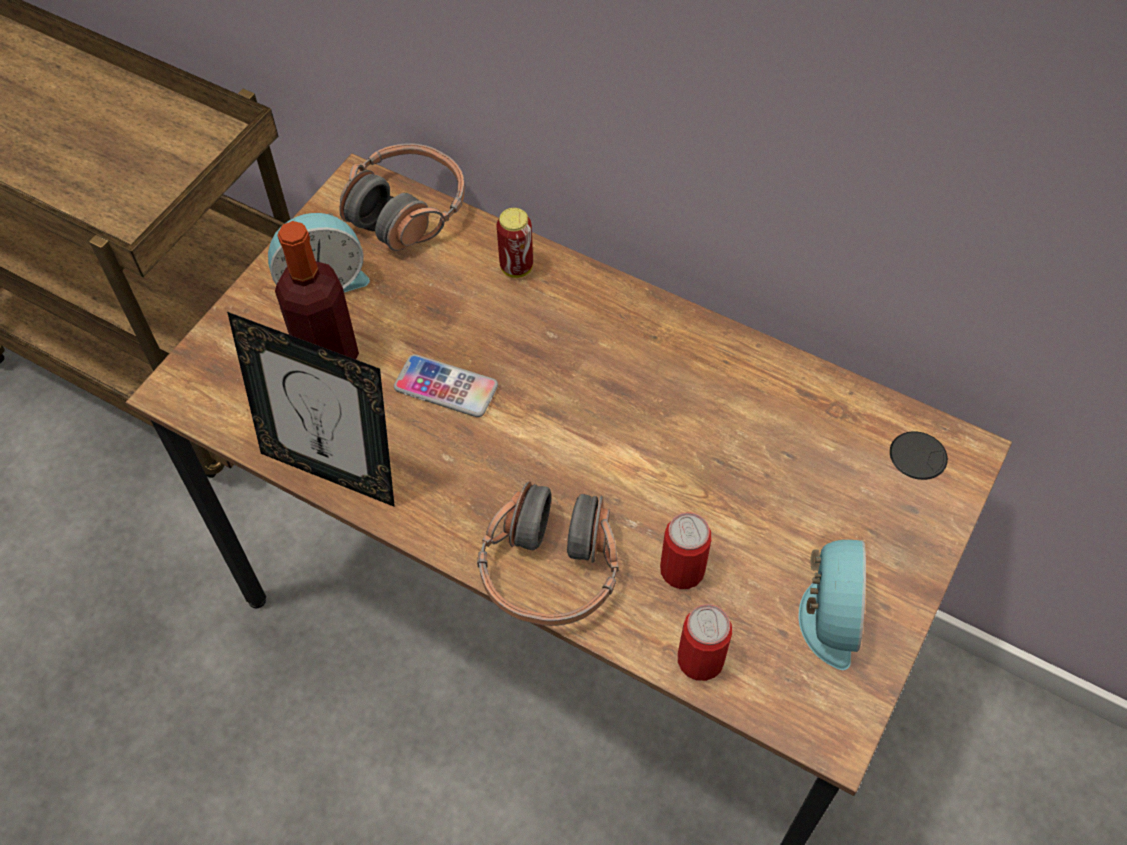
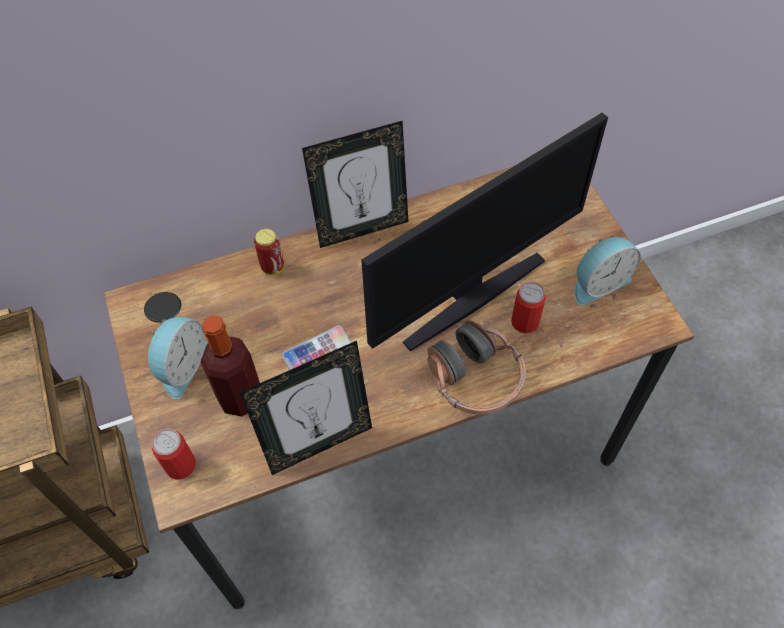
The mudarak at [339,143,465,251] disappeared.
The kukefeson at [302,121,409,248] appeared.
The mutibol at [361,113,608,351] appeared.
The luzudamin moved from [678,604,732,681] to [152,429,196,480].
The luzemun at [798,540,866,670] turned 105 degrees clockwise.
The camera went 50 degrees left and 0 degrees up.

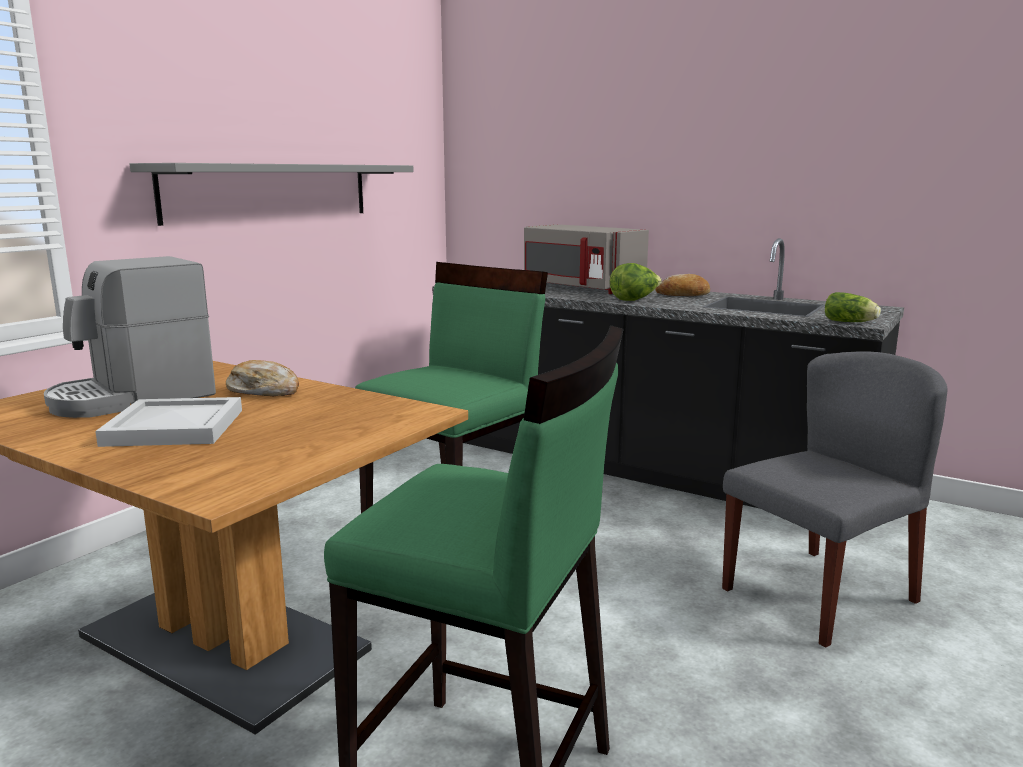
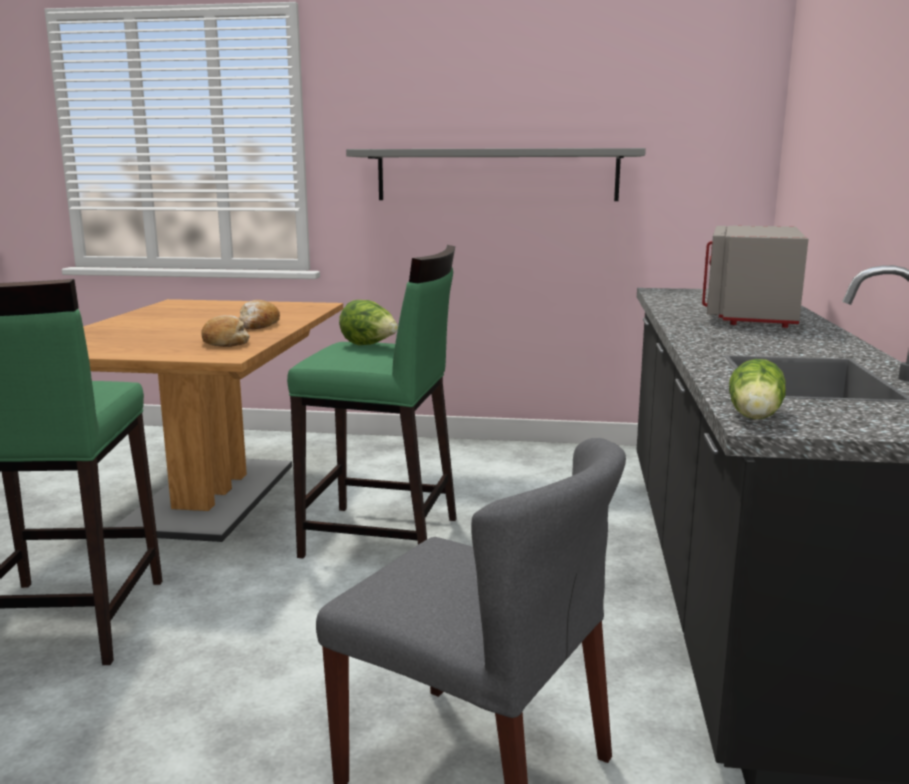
The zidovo at [44,256,216,418] disappeared.
The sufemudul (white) at [95,397,242,447] disappeared.
The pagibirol moved from [610,263,662,301] to [339,300,398,345].
The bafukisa moved from [655,274,710,296] to [201,315,250,347].
The camera went 65 degrees right and 0 degrees up.

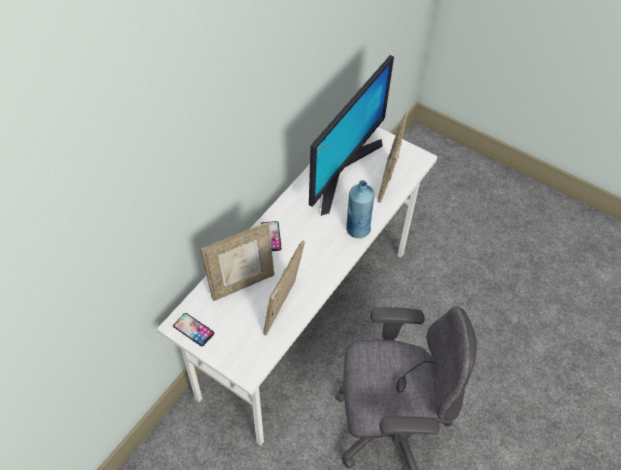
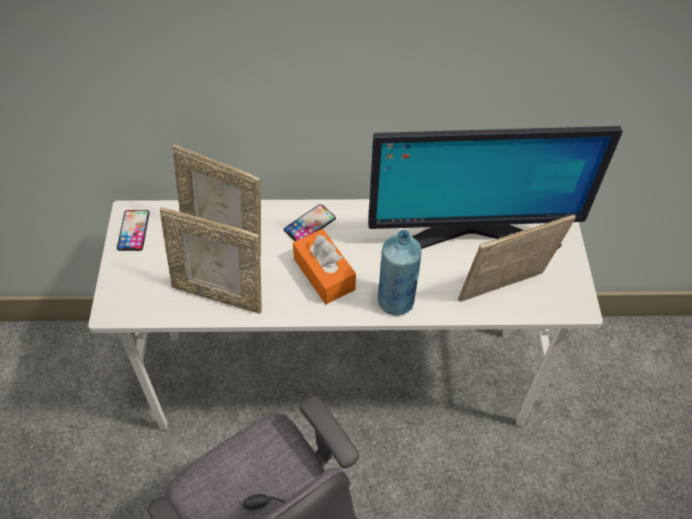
The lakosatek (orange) at [293,229,356,304] appeared.
The kukefeson at [263,241,305,335] turned 150 degrees counterclockwise.
The camera went 55 degrees right and 0 degrees up.

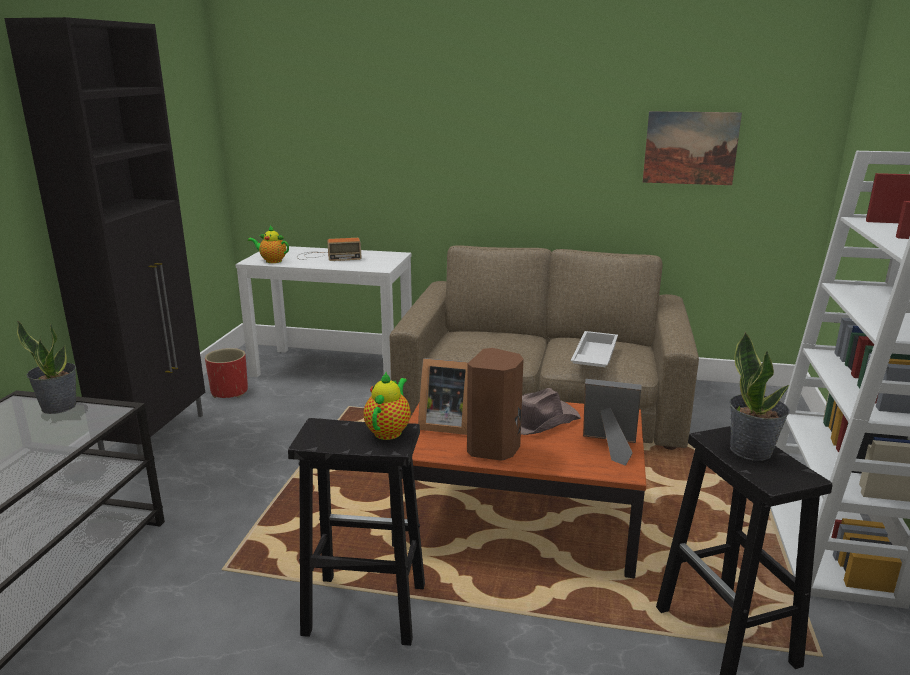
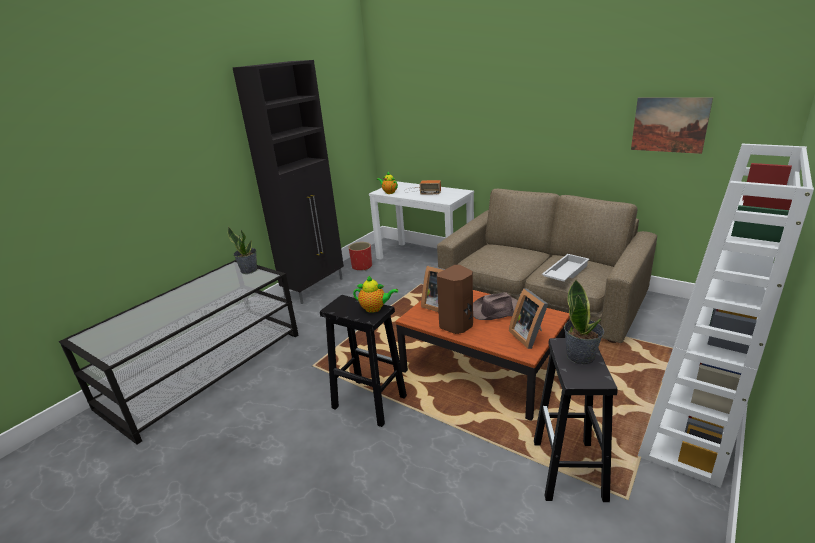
The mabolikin at [364,371,411,440] turned 60 degrees clockwise.
The kukefeson at [583,379,642,466] turned 150 degrees counterclockwise.
The camera went 25 degrees right and 5 degrees up.

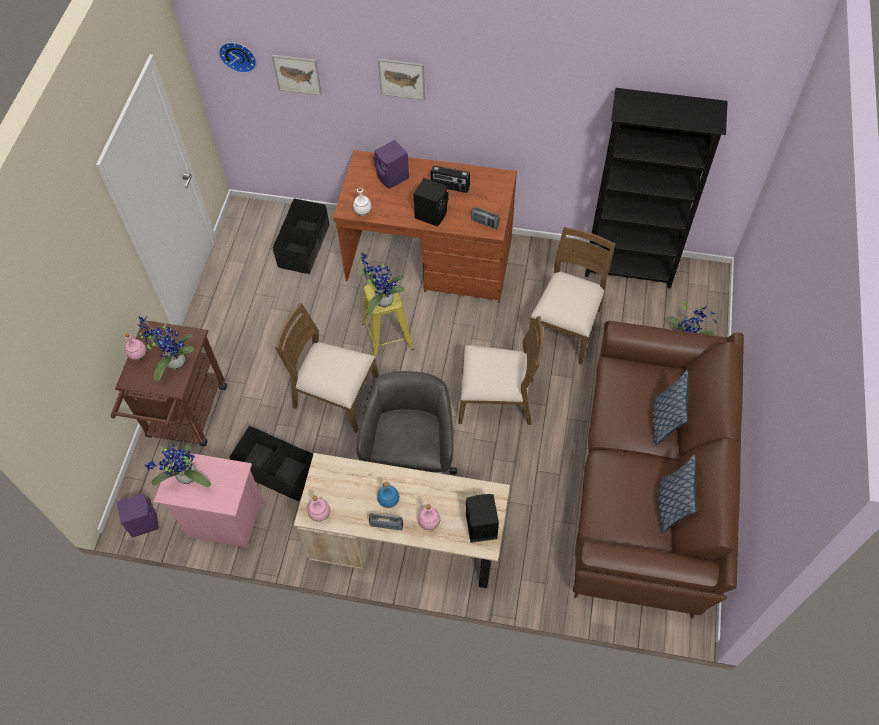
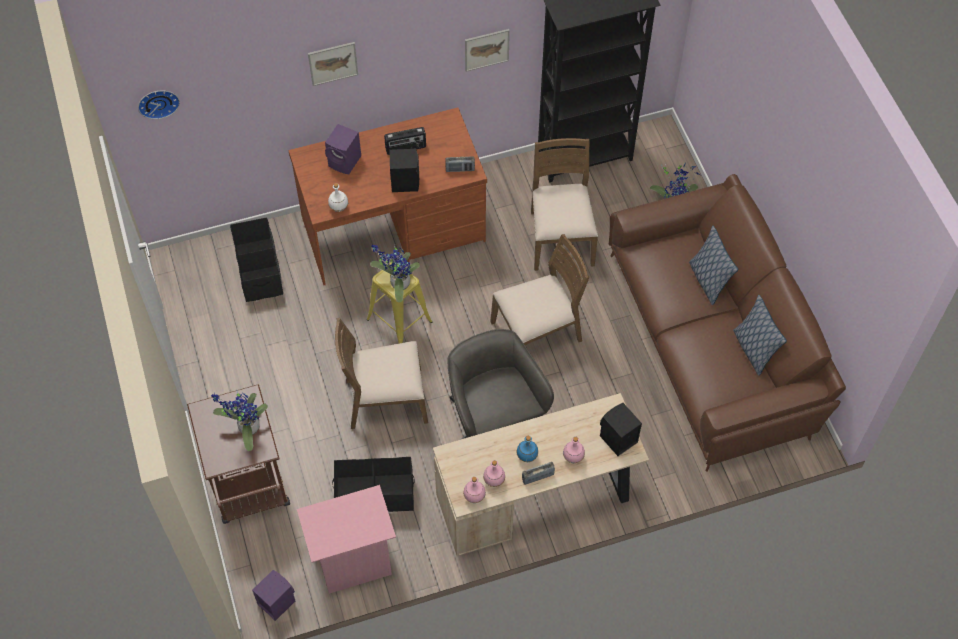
The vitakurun at [144,445,211,488] disappeared.
The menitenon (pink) moved from [124,333,147,360] to [483,460,505,487].
The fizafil moved from [272,55,322,95] to [465,29,510,72].
The camera went 30 degrees left and 0 degrees up.

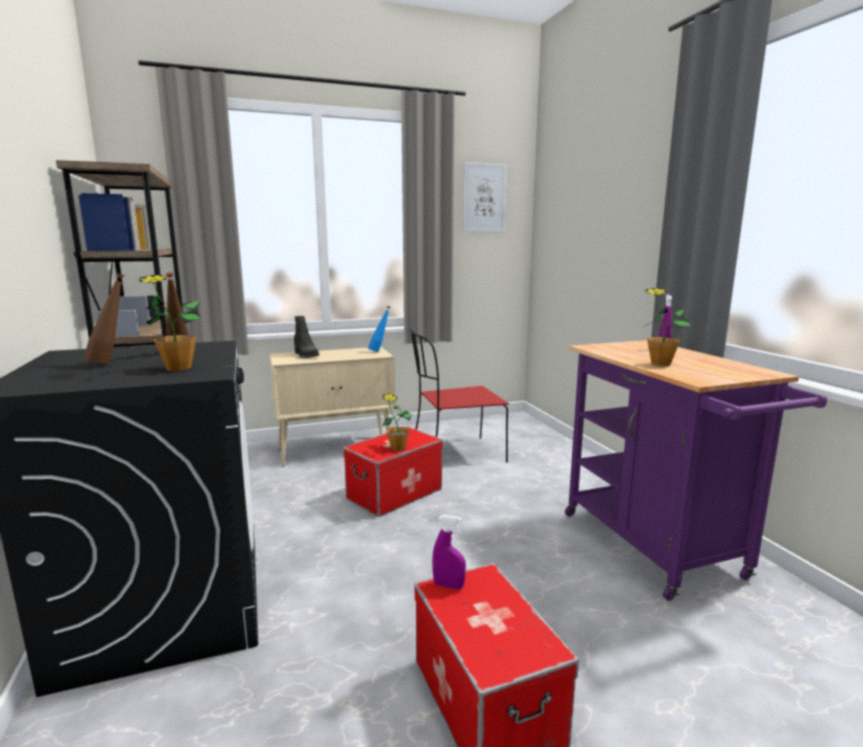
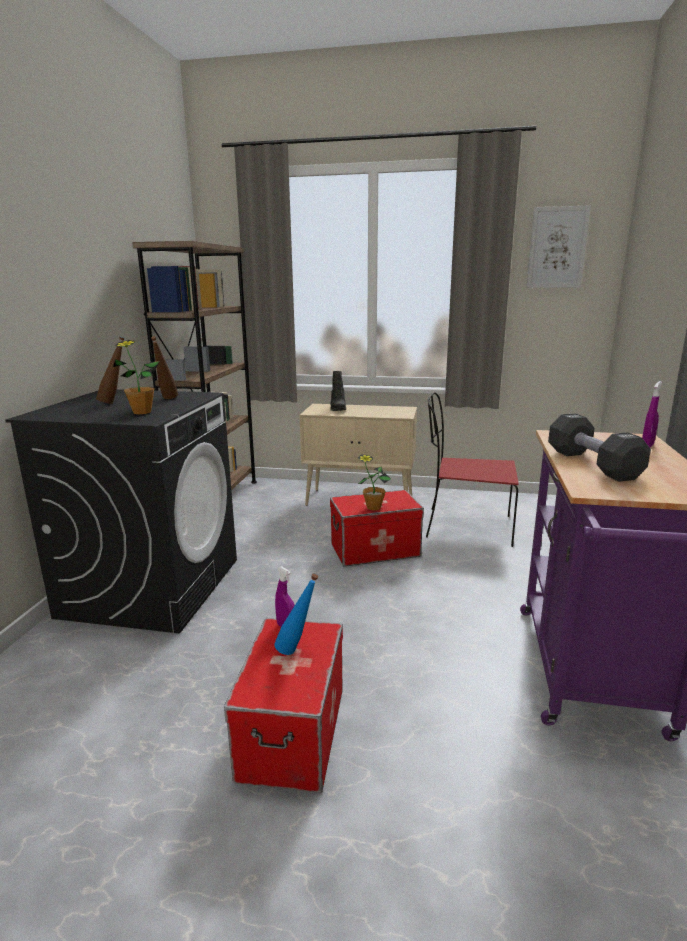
The menitenon (blue) moved from [368,306,390,352] to [274,574,318,655].
The vitakurun at [645,288,691,366] was replaced by the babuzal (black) at [548,413,651,482].
The camera went 30 degrees right and 5 degrees up.

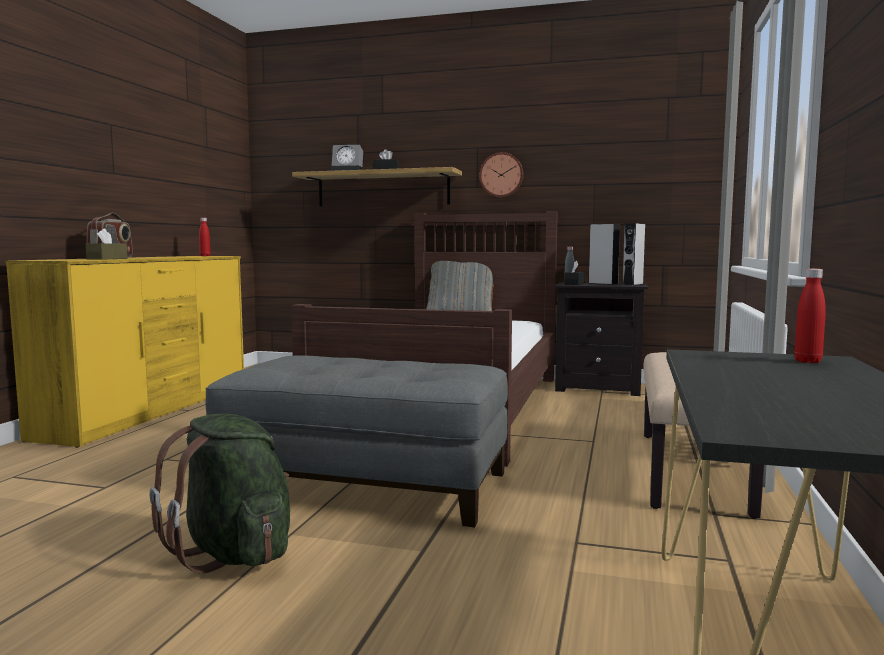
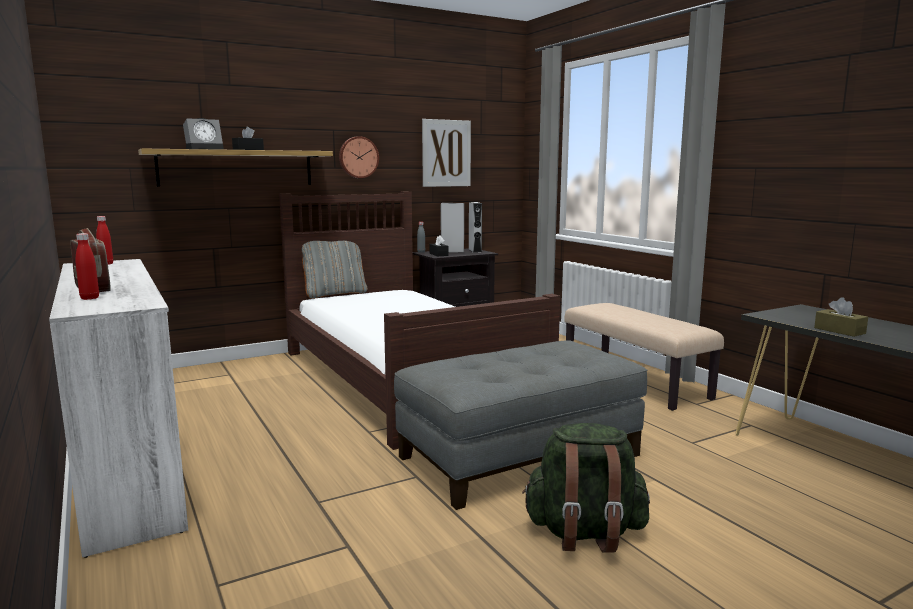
The fizafil at [422,119,471,187] appeared.
The lakosatek (brown) moved from [86,228,128,260] to [814,297,868,337].
The menitenon (red) moved from [794,269,826,363] to [76,233,99,300].
The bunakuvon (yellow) at [6,256,244,448] became the bunakuvon (white) at [49,259,188,558].
The camera went 45 degrees left and 5 degrees up.

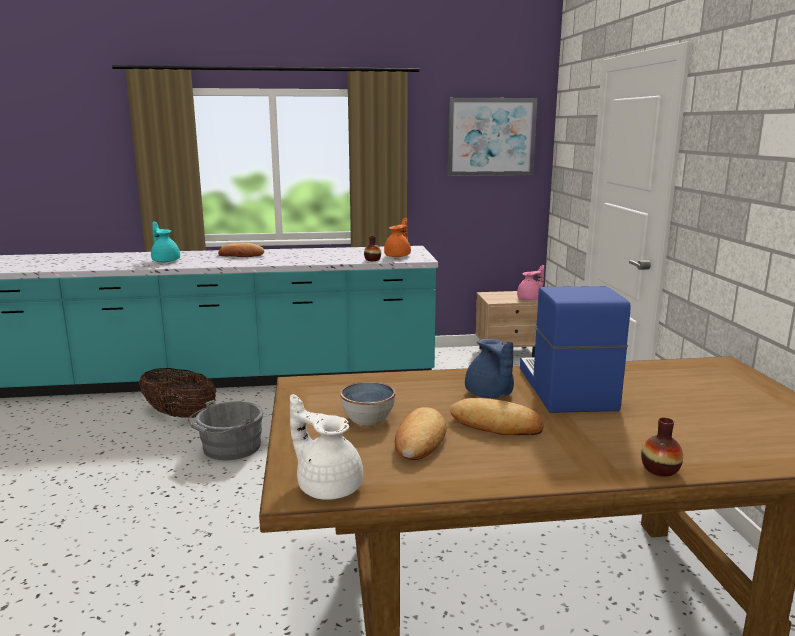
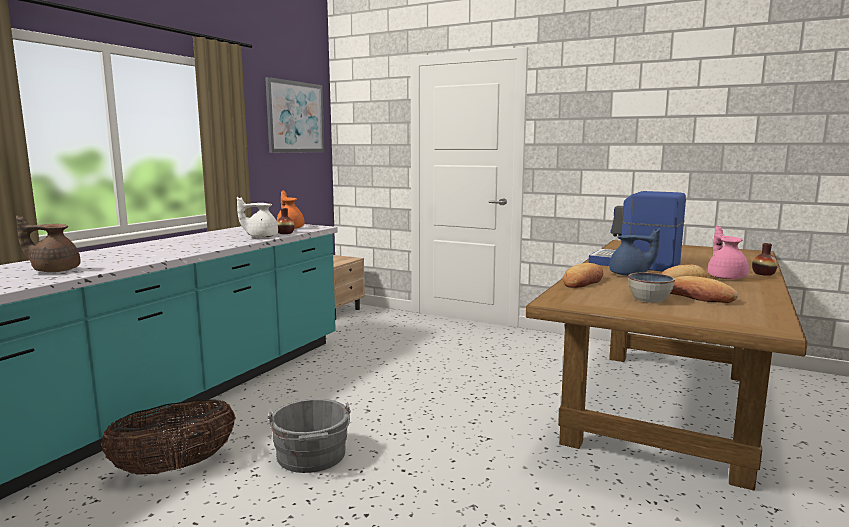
The bafukisa moved from [218,243,264,257] to [563,263,603,288].
The mabolikin (white) moved from [290,394,363,500] to [237,197,278,237].
The mabolikin (pink) moved from [517,265,544,300] to [708,226,749,279].
The mabolikin (turquoise) at [151,222,180,262] became the mabolikin (brown) at [16,216,81,272].
The camera went 55 degrees left and 5 degrees down.

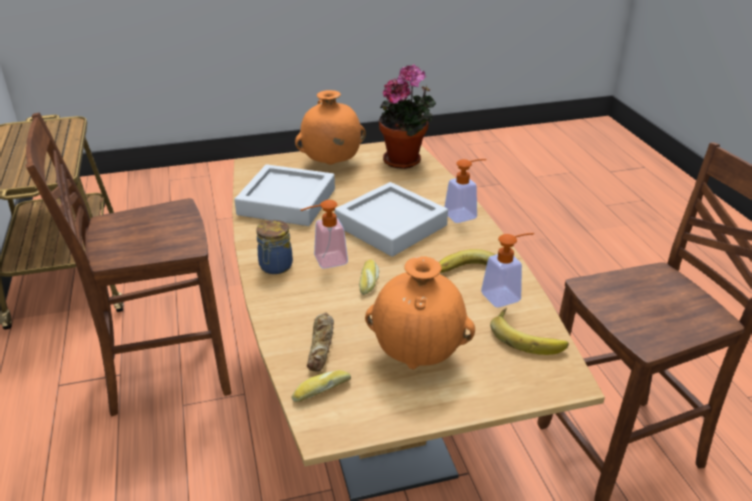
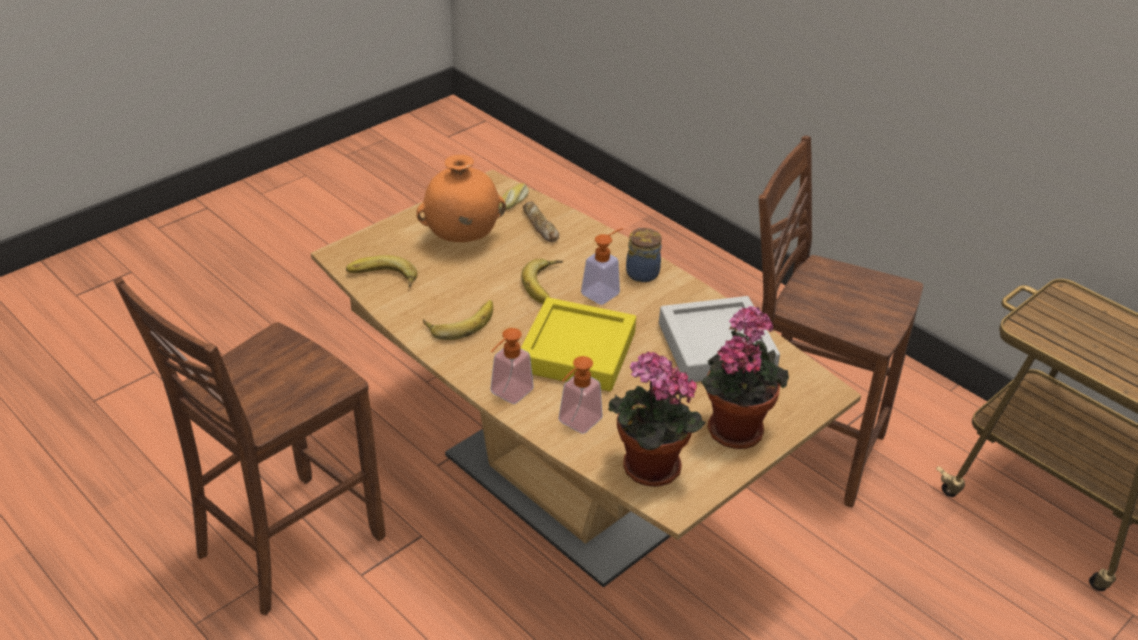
The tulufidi moved from [481,233,534,308] to [558,356,603,434].
The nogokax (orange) at [295,90,366,165] was replaced by the vitakurun at [701,306,789,449].
The bafukisa at [359,260,379,295] was replaced by the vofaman at [521,259,563,304].
The sufemudul (grey) at [334,182,448,257] became the sufemudul (yellow) at [521,297,636,391].
The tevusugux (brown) at [25,113,231,416] turned 105 degrees counterclockwise.
The camera went 150 degrees right and 5 degrees up.

